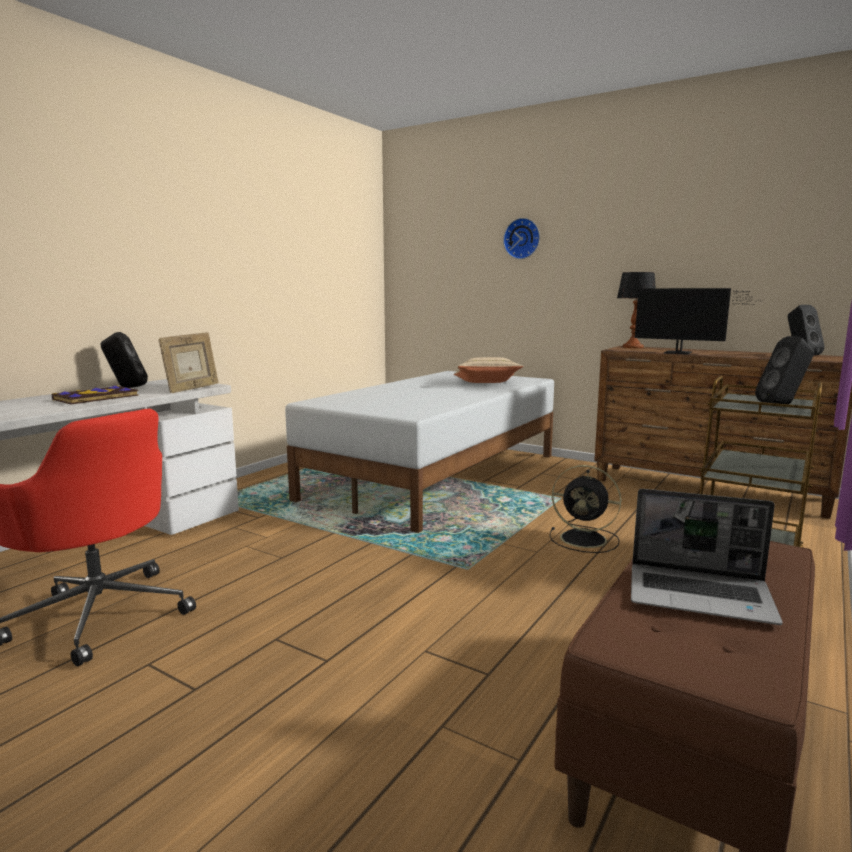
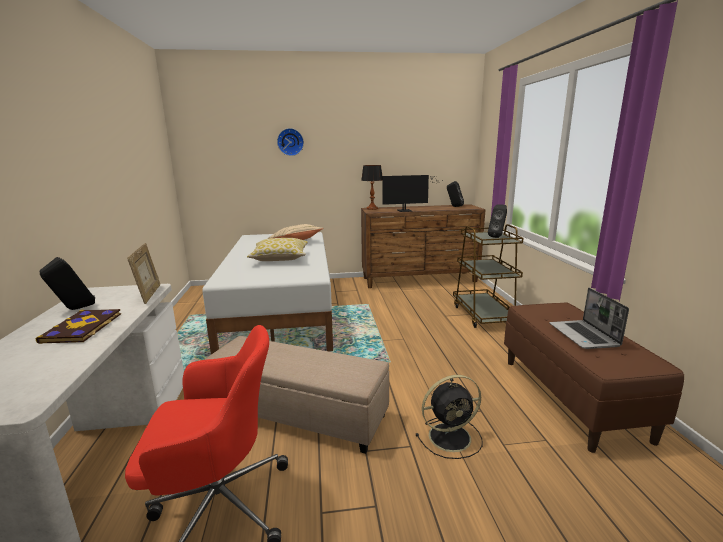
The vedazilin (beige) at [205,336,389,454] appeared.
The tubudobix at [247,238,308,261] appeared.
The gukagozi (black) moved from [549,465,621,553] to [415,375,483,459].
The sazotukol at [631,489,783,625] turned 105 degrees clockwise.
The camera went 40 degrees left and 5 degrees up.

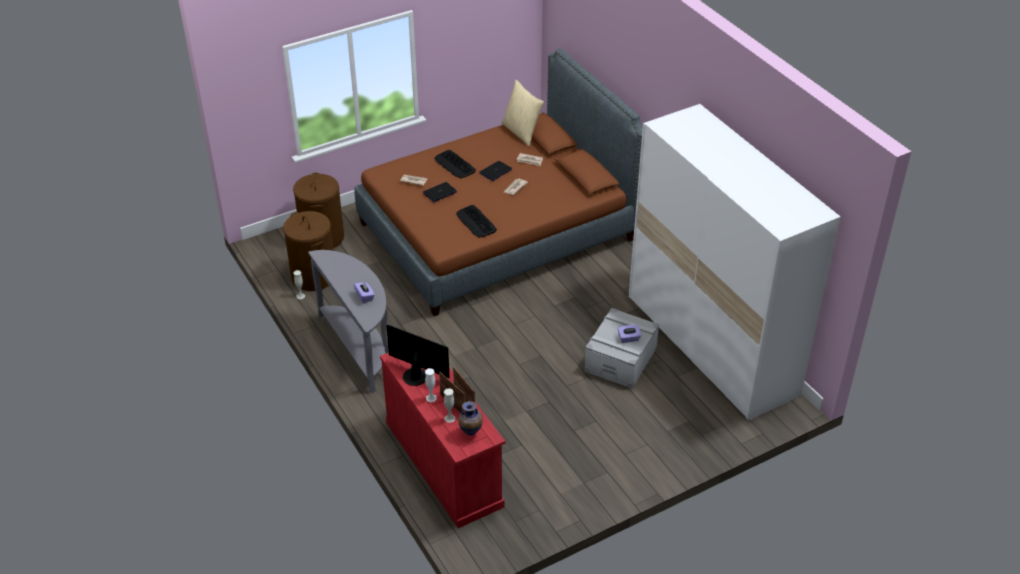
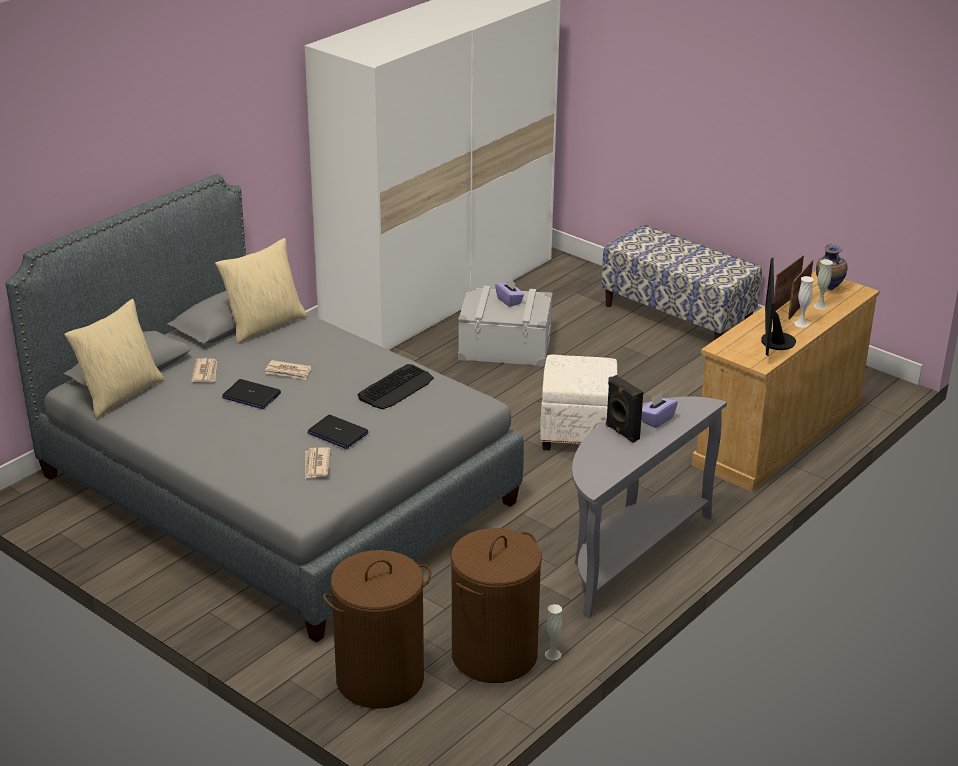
The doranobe at [434,150,476,178] disappeared.
The tubudobix (beige) at [215,238,307,344] appeared.
The vedazilin (white) at [540,355,618,450] appeared.
The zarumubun at [601,225,762,340] appeared.
The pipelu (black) at [606,375,643,443] appeared.
The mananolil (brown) at [354,48,643,316] became the mananolil (grey) at [6,174,524,643].
The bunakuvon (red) at [380,338,505,528] became the bunakuvon (beige) at [692,271,879,492].
The camera went 110 degrees left and 10 degrees down.

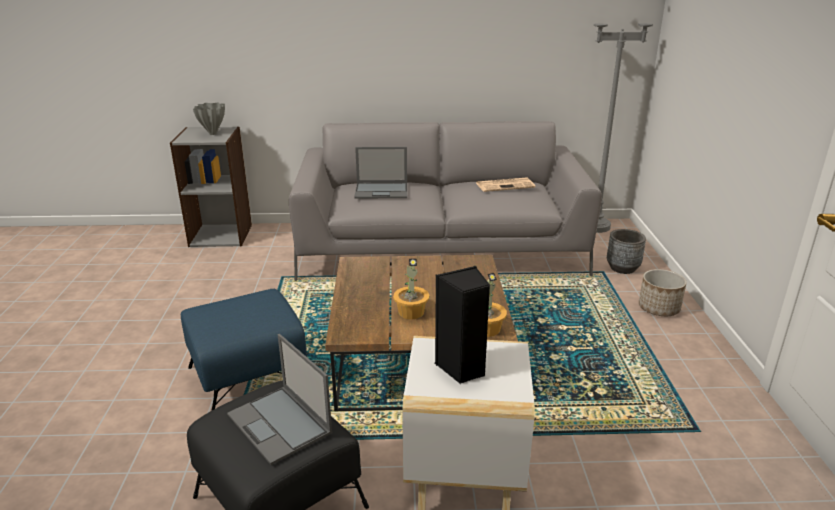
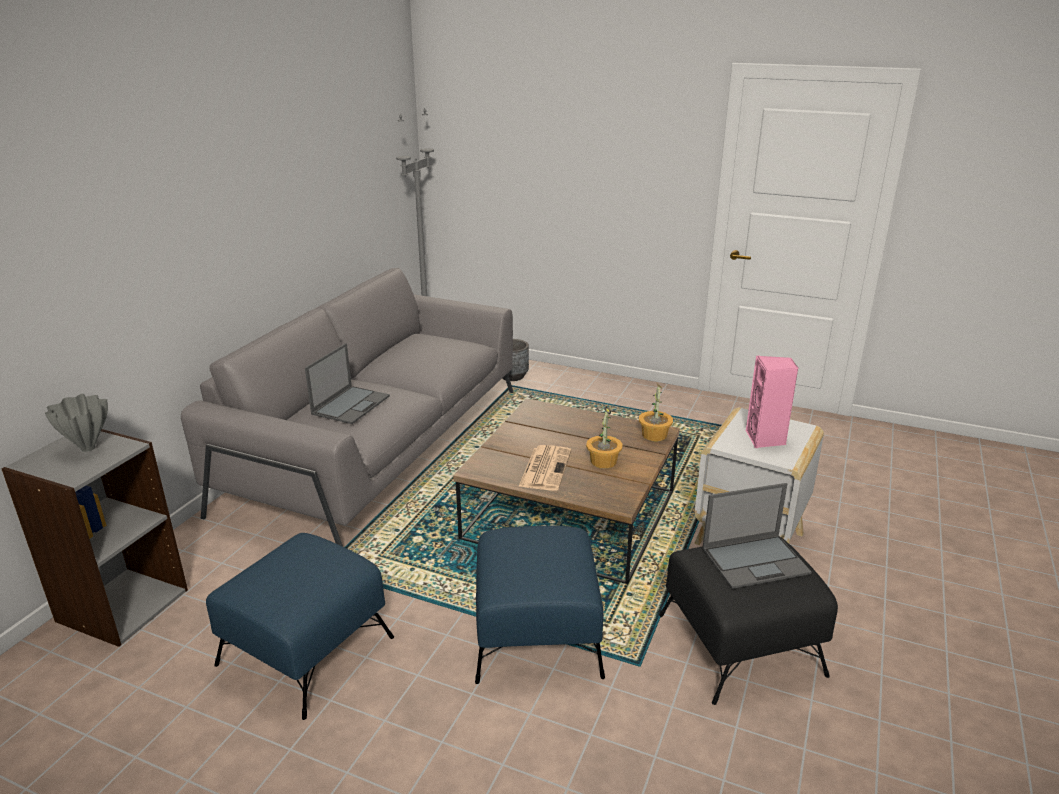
The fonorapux at [639,269,687,316] disappeared.
The vedazilin (blue) at [206,533,394,720] appeared.
The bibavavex moved from [476,177,535,192] to [518,445,571,491].
The pipelu (black) at [435,266,490,384] became the pipelu (pink) at [746,355,799,448].
The camera went 65 degrees left and 0 degrees up.

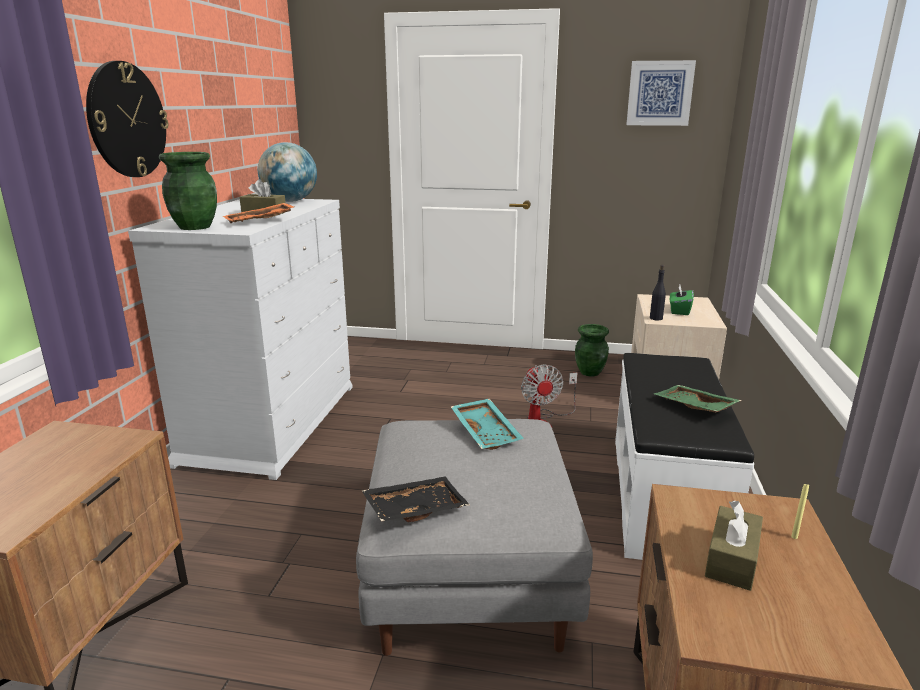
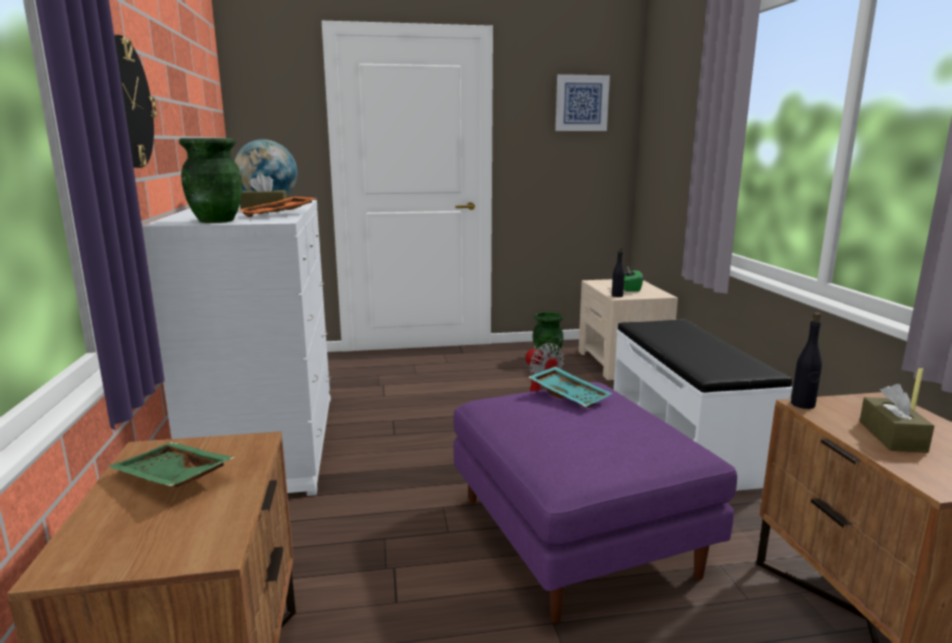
The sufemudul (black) at [361,476,470,522] disappeared.
The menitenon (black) at [791,313,822,409] appeared.
The sufemudul (green) moved from [654,385,742,413] to [109,442,235,487].
The vedazilin (grey) at [356,419,593,656] became the vedazilin (purple) at [453,382,737,623].
The camera went 20 degrees left and 5 degrees down.

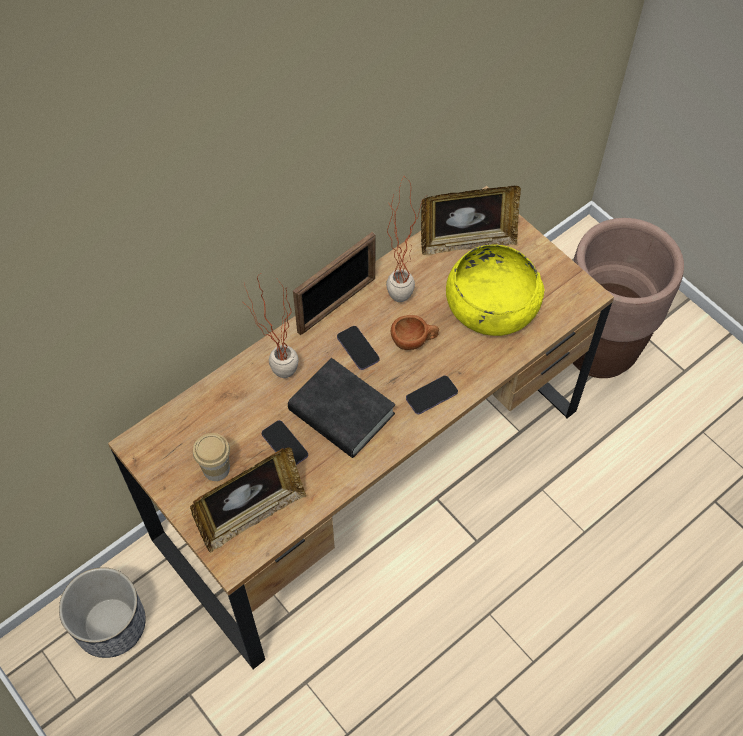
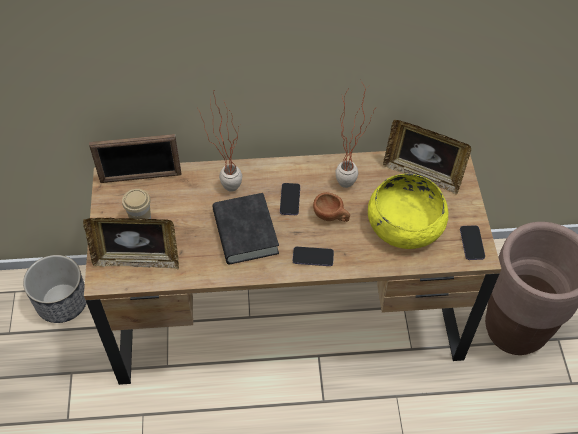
The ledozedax moved from [262,420,308,465] to [460,225,485,260].
The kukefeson moved from [293,232,376,335] to [89,134,182,183].
The camera went 35 degrees right and 5 degrees down.

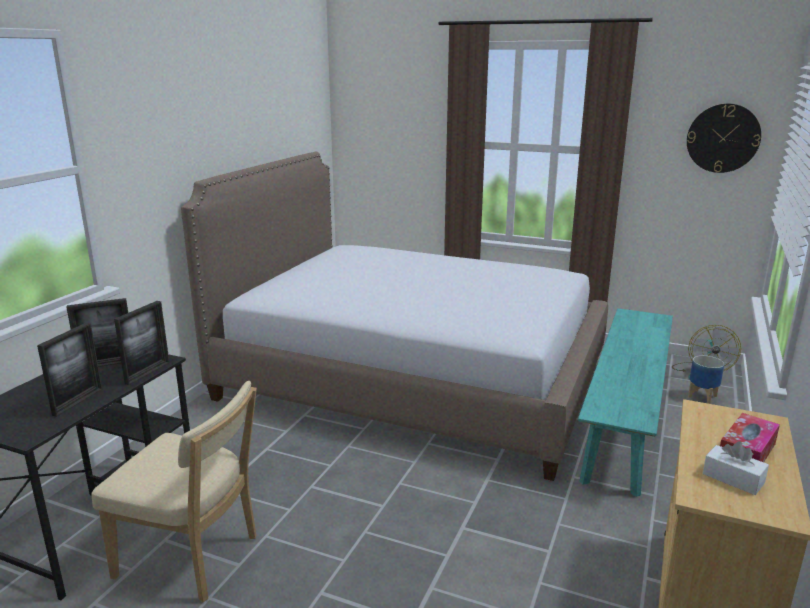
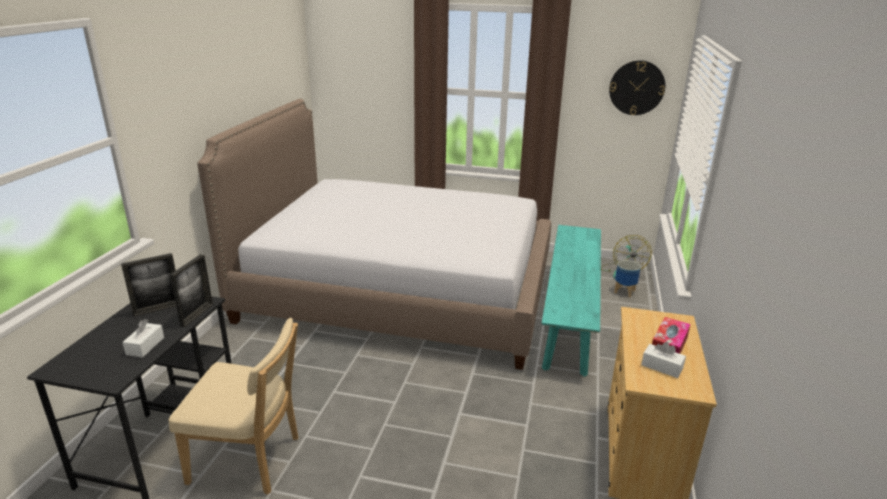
The kukefeson at [37,323,102,417] was replaced by the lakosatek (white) at [122,319,164,357].
The camera went 10 degrees left and 5 degrees up.

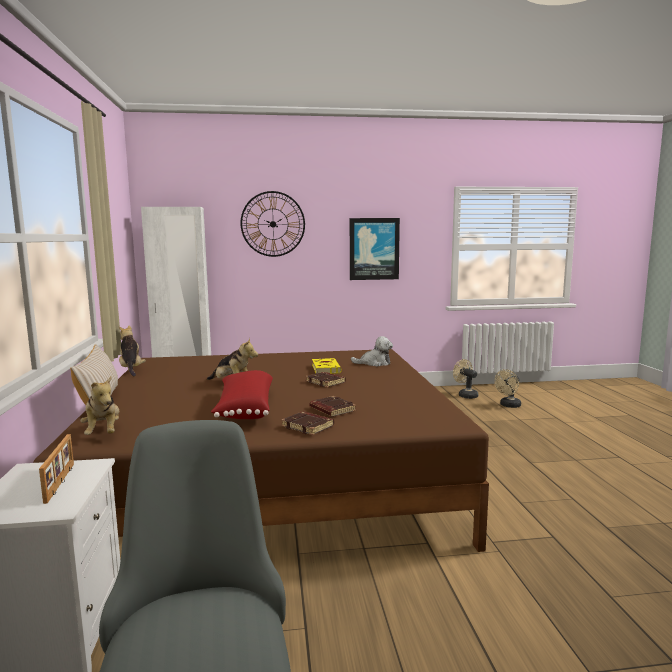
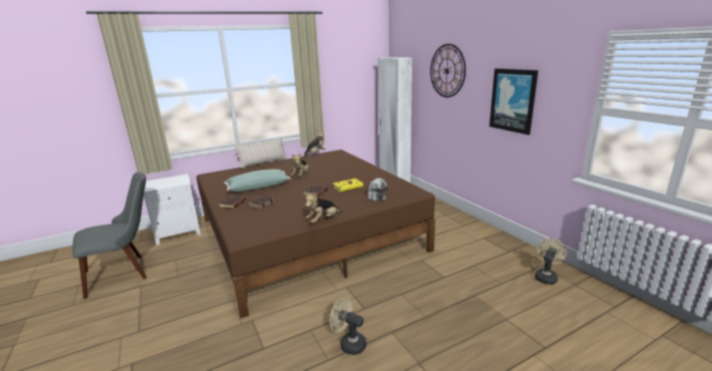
The kukefeson at [39,434,74,504] disappeared.
The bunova moved from [80,376,119,435] to [304,192,342,223].
The gukagozi (beige) moved from [494,369,521,408] to [330,298,367,355].
The tubudobix (red) at [211,370,273,419] became the tubudobix (green) at [224,169,291,192].
The camera went 70 degrees right and 10 degrees up.

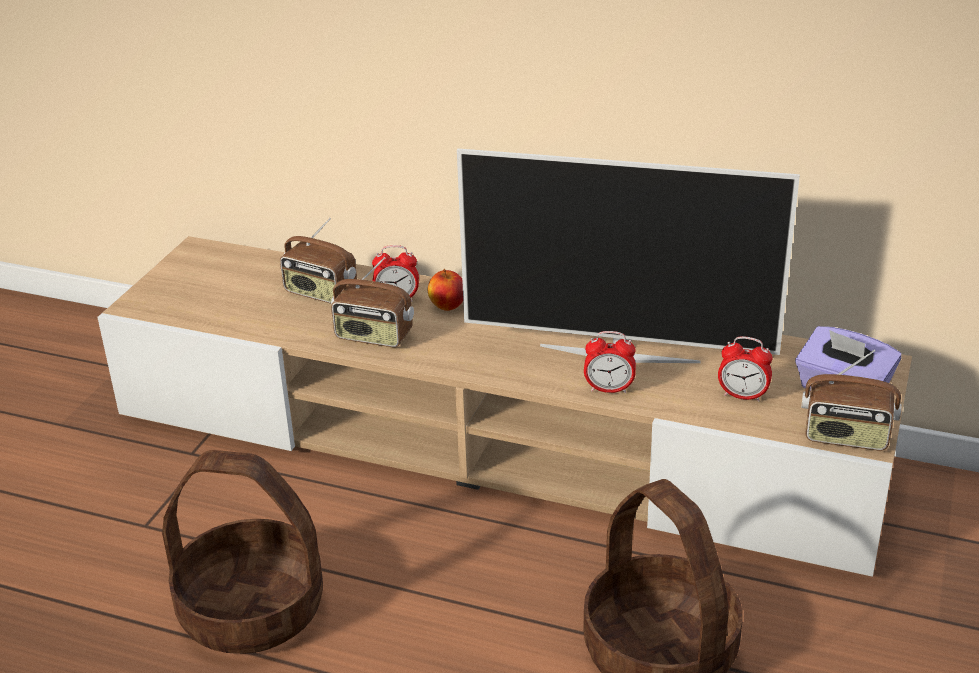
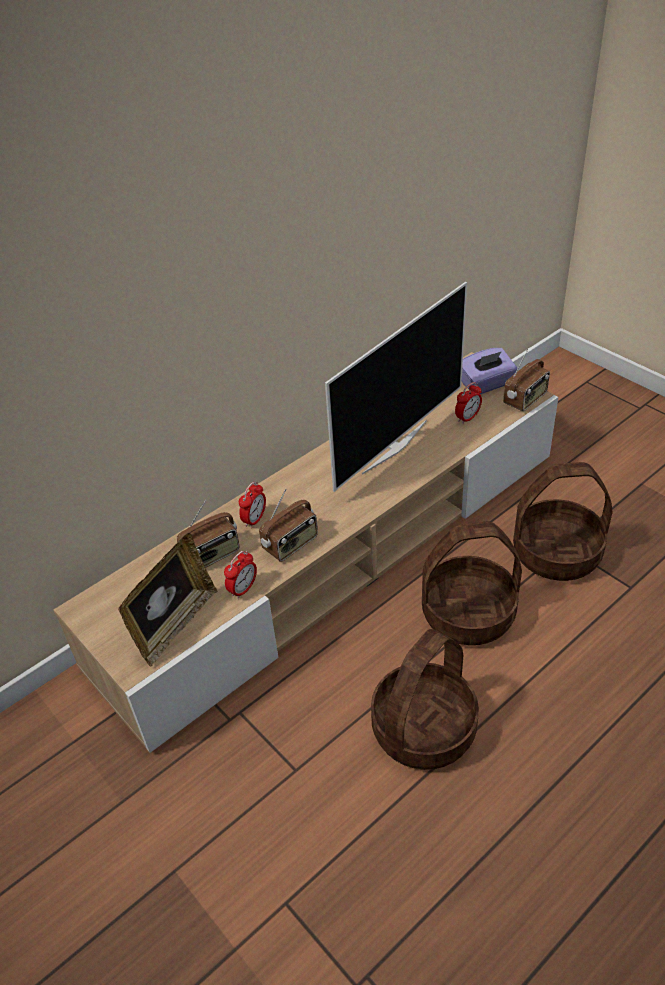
The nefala at [428,269,463,311] disappeared.
The kukefeson at [118,533,217,666] appeared.
The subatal at [422,522,522,645] appeared.
The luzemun moved from [584,331,636,393] to [224,551,257,599].
The camera went 60 degrees left and 10 degrees up.

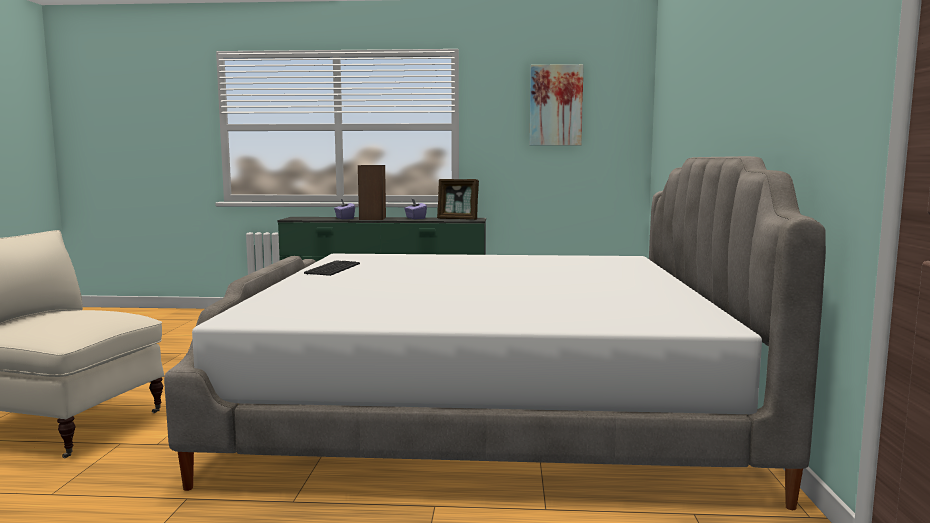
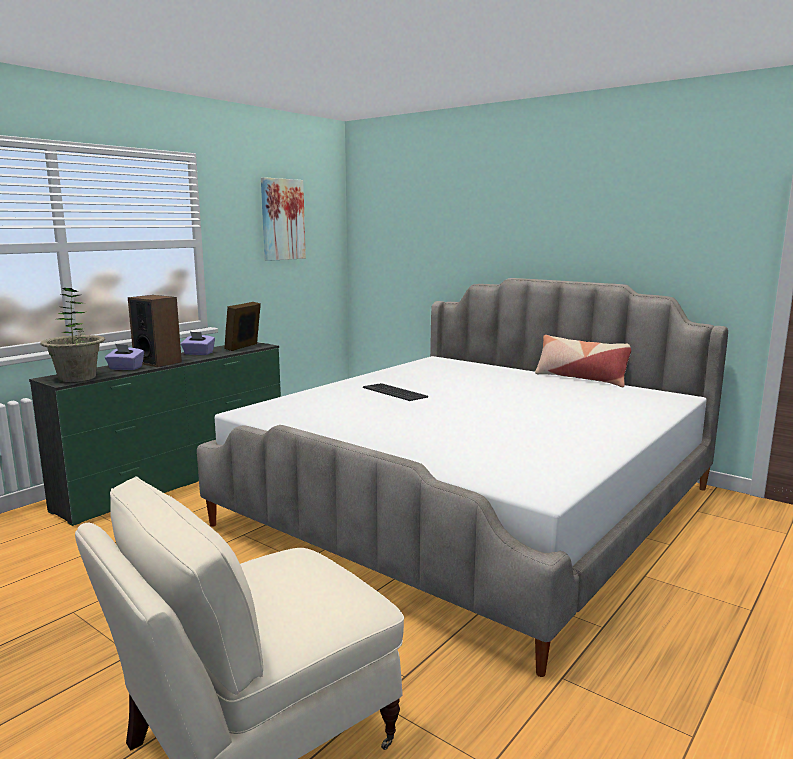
The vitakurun at [40,288,105,382] appeared.
The tubudobix at [535,335,631,387] appeared.
The doranobe moved from [304,261,360,276] to [363,383,428,401].
The kukefeson at [437,179,479,220] turned 150 degrees clockwise.
The camera went 55 degrees left and 5 degrees up.

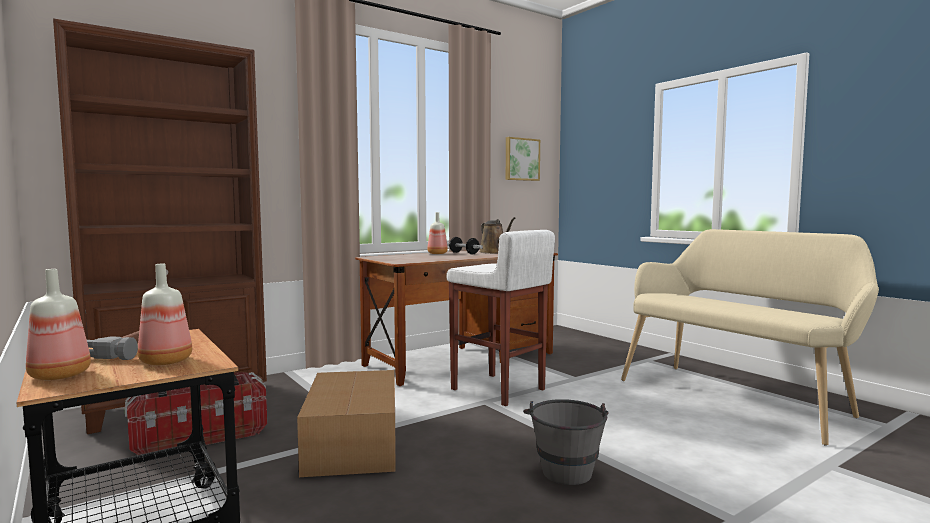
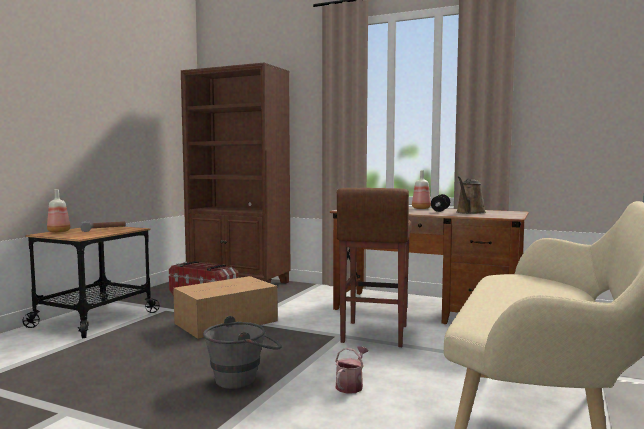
The menitenon at [138,264,192,365] disappeared.
The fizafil at [506,137,540,181] disappeared.
The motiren at [335,346,368,394] appeared.
The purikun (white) at [446,230,555,406] became the purikun (brown) at [337,188,411,347].
The camera went 60 degrees right and 0 degrees up.

